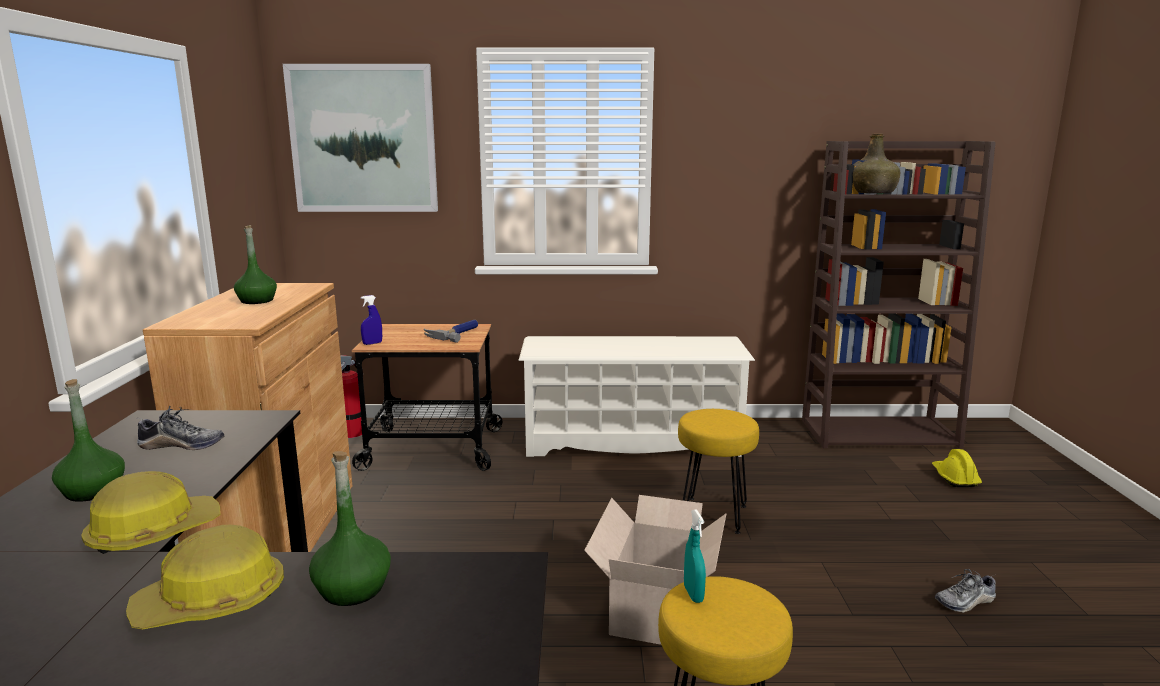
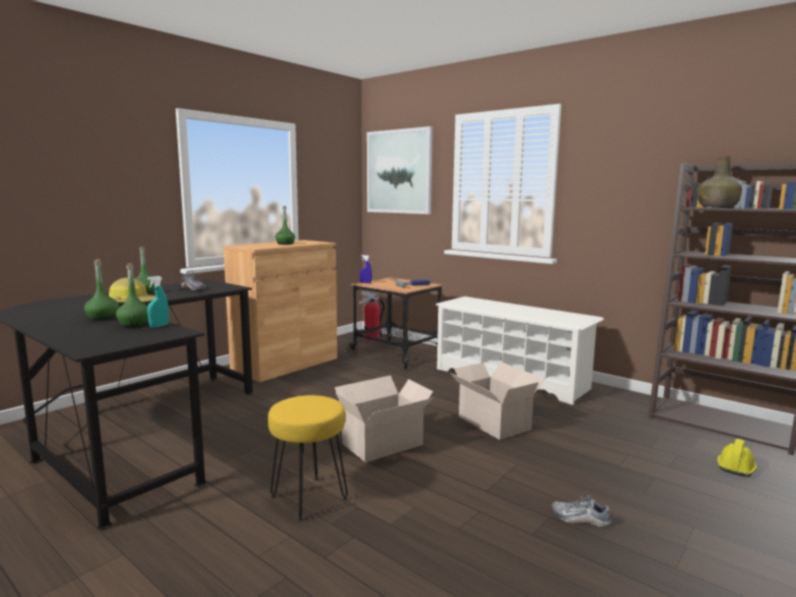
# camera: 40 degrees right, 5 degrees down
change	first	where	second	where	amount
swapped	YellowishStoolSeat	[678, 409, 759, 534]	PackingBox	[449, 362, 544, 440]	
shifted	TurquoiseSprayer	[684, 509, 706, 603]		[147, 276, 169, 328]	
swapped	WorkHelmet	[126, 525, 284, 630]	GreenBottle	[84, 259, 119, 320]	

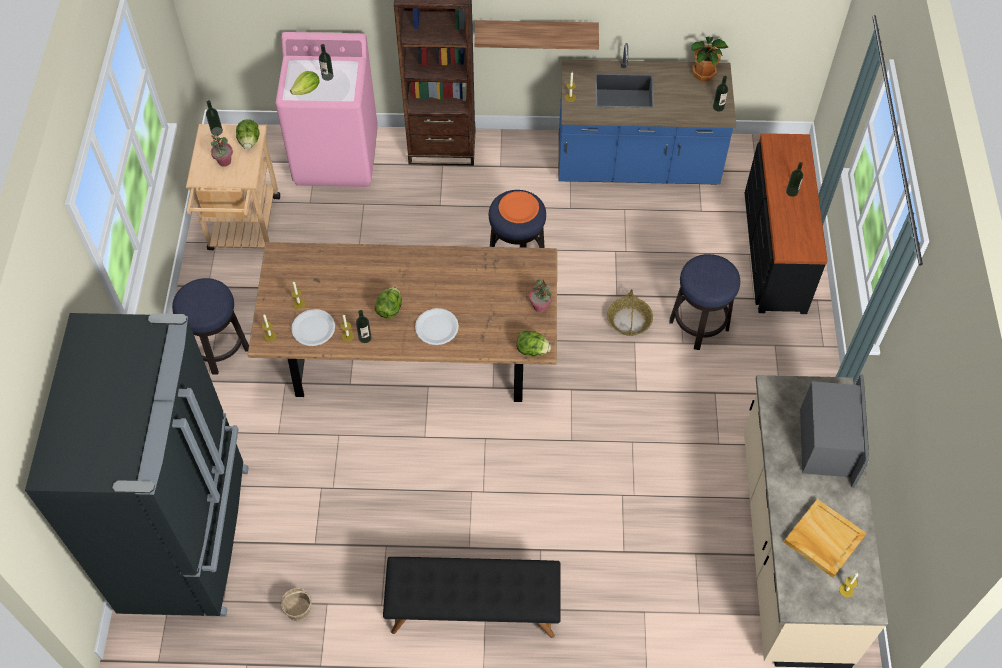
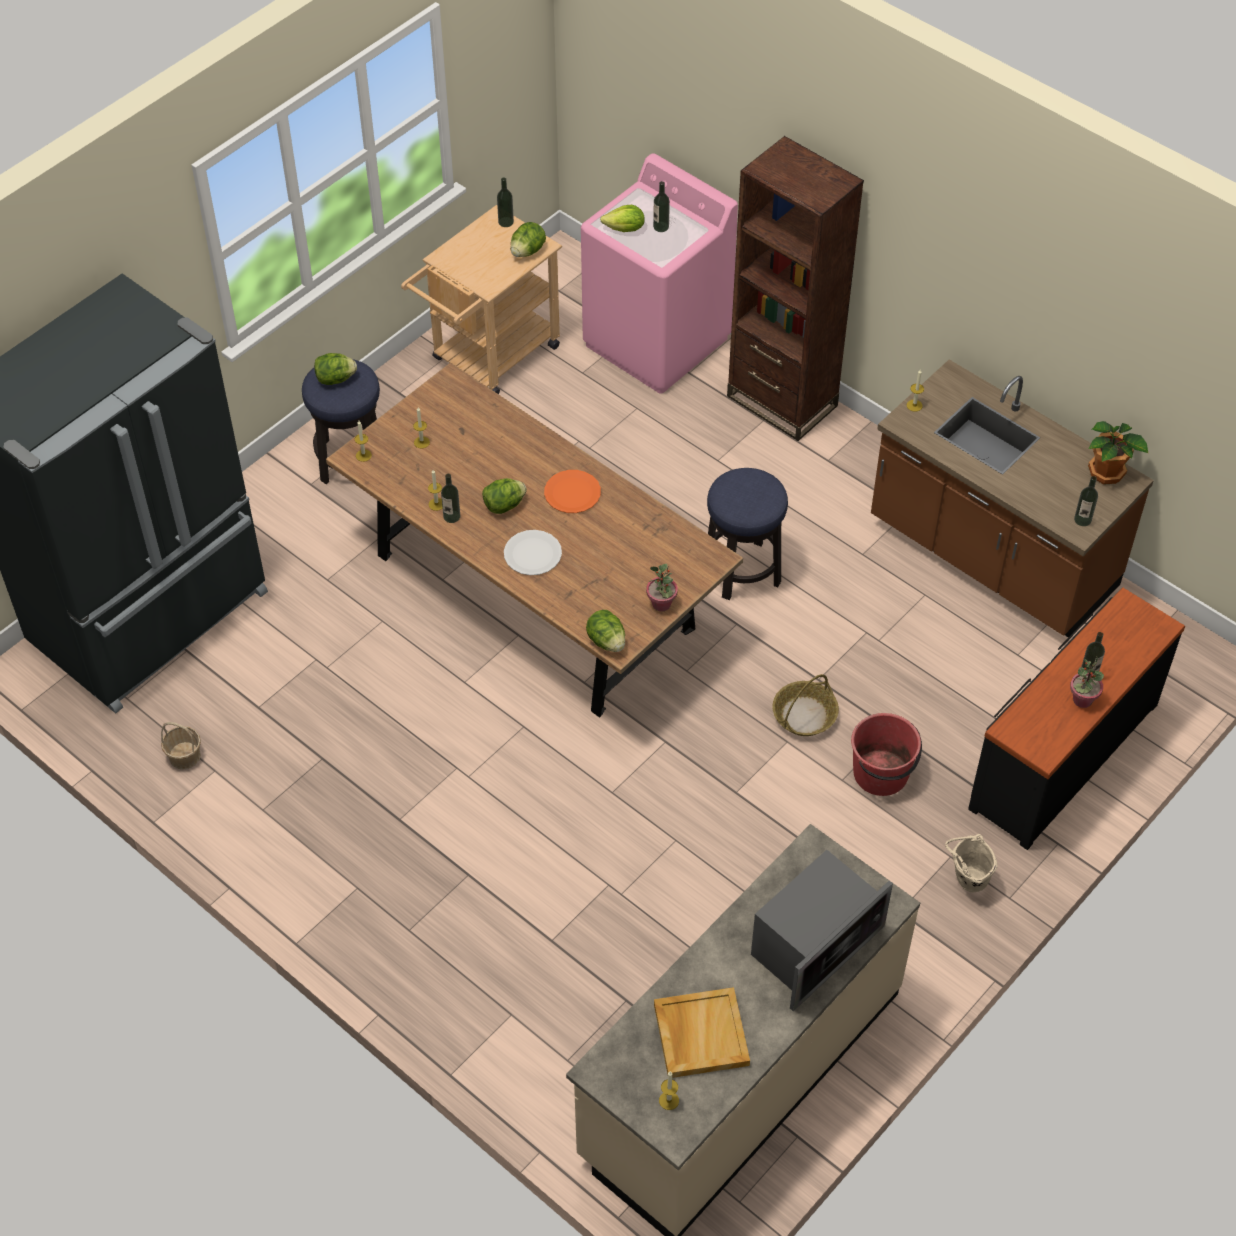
# camera: 40 degrees right, 5 degrees down
change	first	where	second	where	amount
gone	WallShelf	[474, 20, 599, 50]			
repainted	BlueColouredCounter	[559, 43, 736, 184]	BrownishCounter	[871, 360, 1154, 637]	
shifted	PlantInAPot	[211, 130, 233, 167]		[1070, 657, 1104, 708]	
shifted	OrangeColouredDinnerPlate	[499, 191, 539, 223]		[544, 470, 601, 513]	
swapped	StoolSeat	[669, 254, 740, 350]	ReddishBucket	[851, 713, 922, 796]	
gone	WhiteDinnerPlate	[291, 309, 335, 346]			
gone	BlackLongSeat	[383, 557, 561, 638]			
new			LettuceHead	[314, 353, 357, 385]	
new			BeigeBucket	[945, 834, 997, 893]	

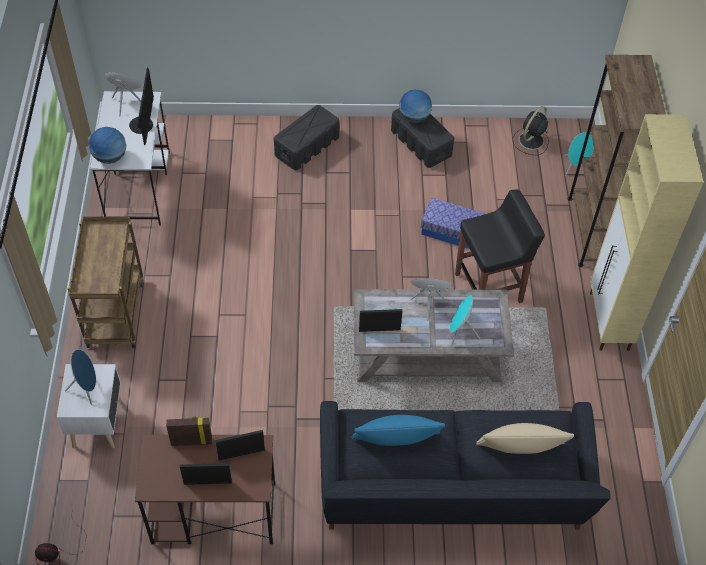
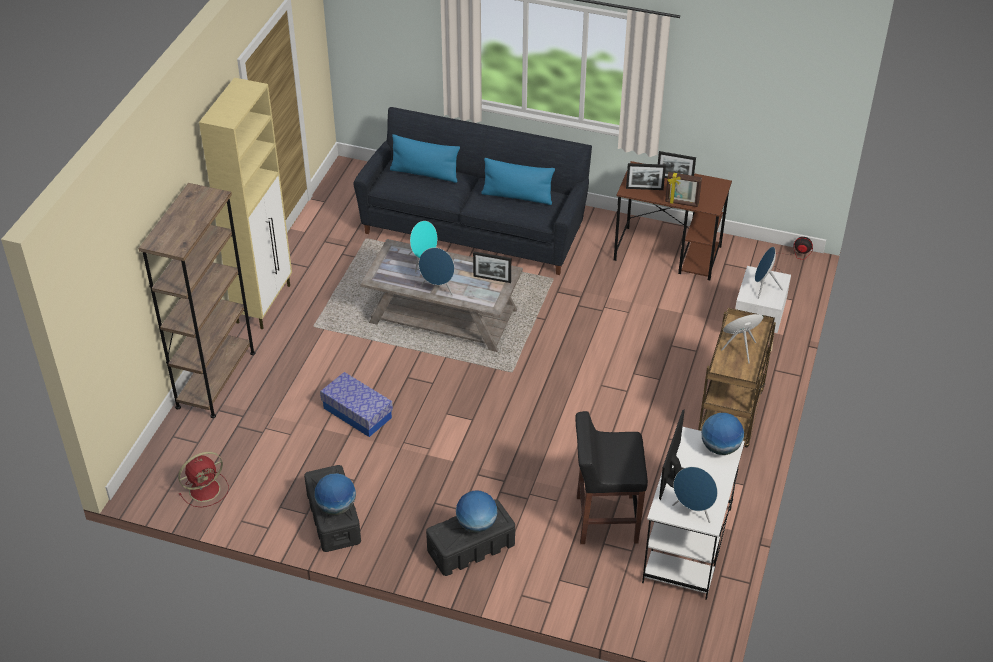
# camera: 160 degrees left, 10 degrees down
change	first	where	second	where	amount
repainted	BlackCoolingFan	[513, 106, 549, 155]	ReddishCoolingFan	[178, 452, 229, 508]	
shifted	TurquoiseSpeaker	[563, 132, 594, 176]		[721, 314, 764, 363]	
shifted	BlackStoolSeat	[455, 189, 545, 303]		[575, 411, 648, 544]	
repainted	BeigeCushion	[476, 423, 574, 454]	BlueColouredCushion	[390, 134, 460, 183]	
new			Globe	[456, 490, 498, 533]	

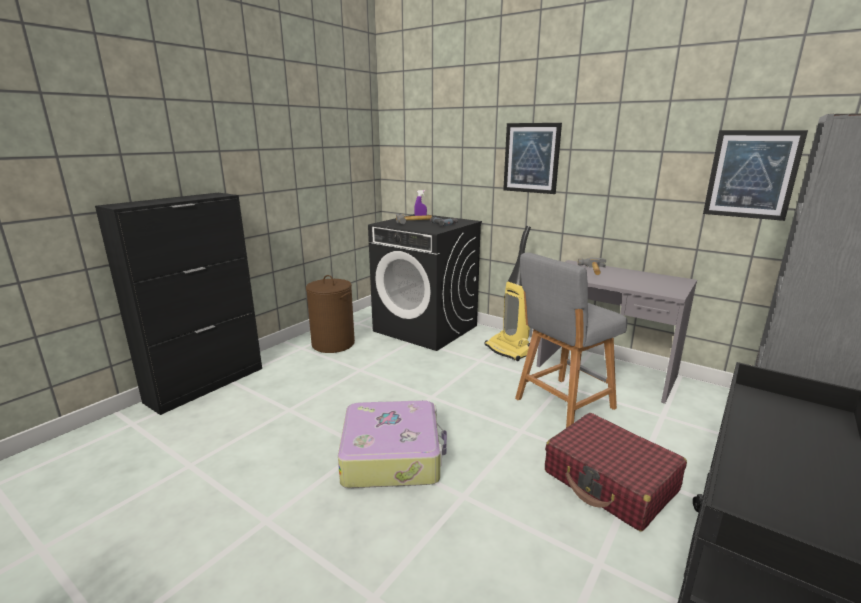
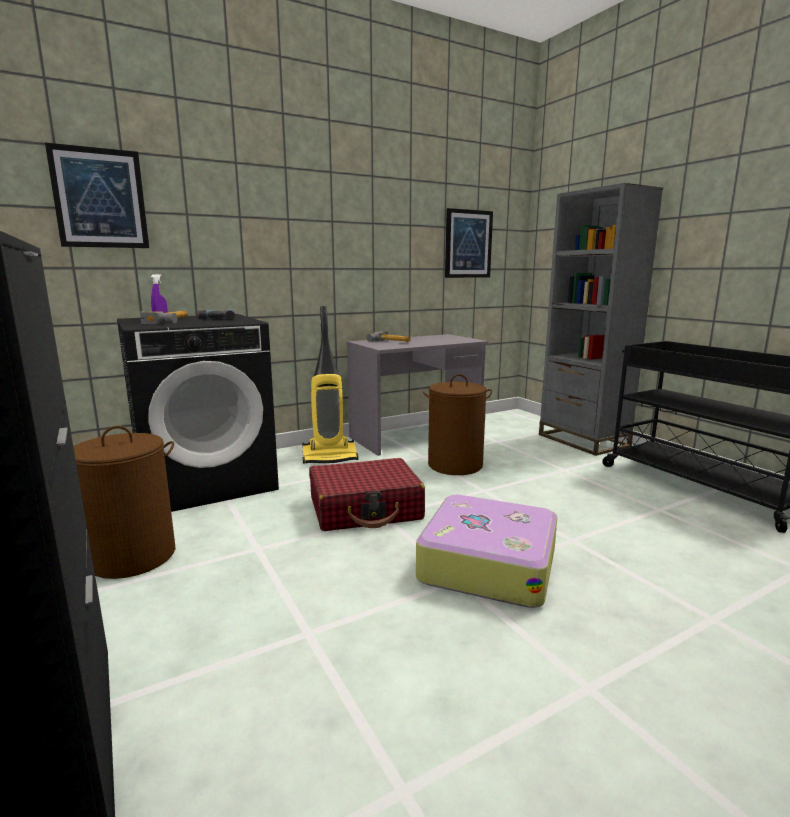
# camera: 65 degrees left, 5 degrees down
change	first	where	second	where	amount
shifted	Picture	[503, 123, 562, 194]		[45, 143, 149, 248]	
swapped	GreyStoolSeat	[515, 252, 628, 428]	BrownishHamper	[423, 374, 492, 475]	
shifted	ReddishTravelCase	[545, 413, 687, 531]		[309, 458, 425, 531]	

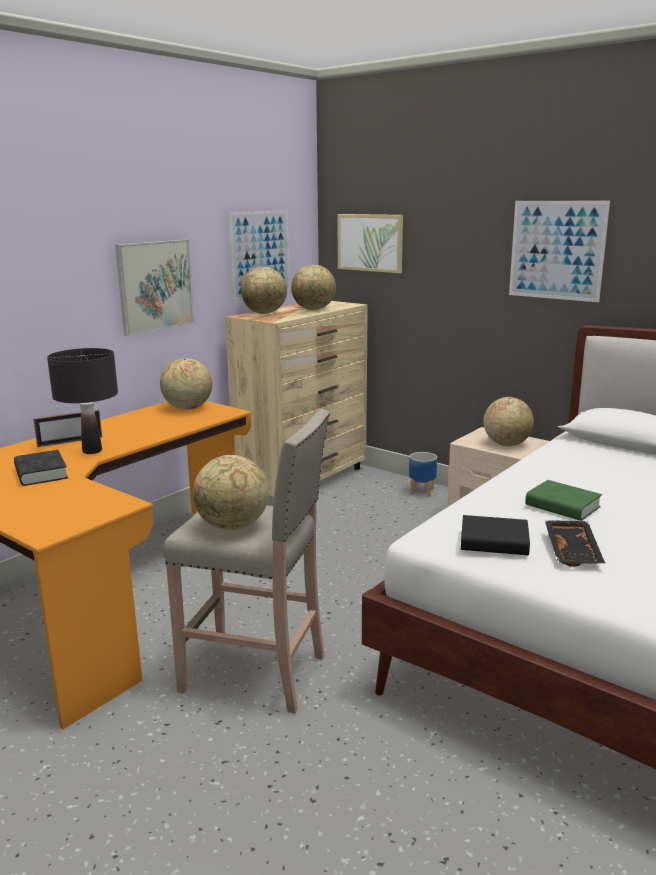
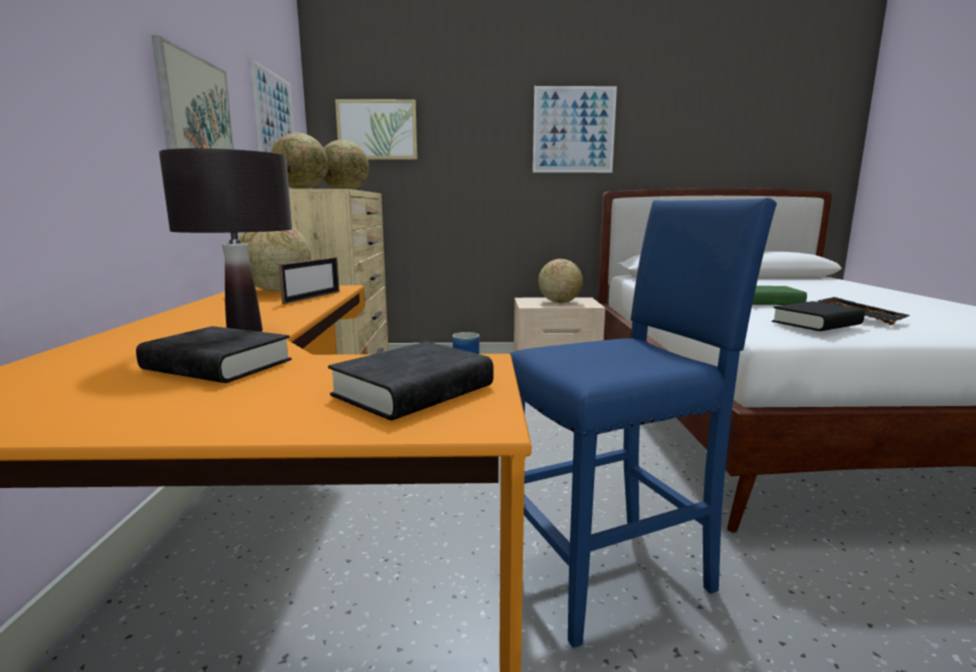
# camera: 40 degrees left, 5 degrees down
change	first	where	second	where	amount
repainted	BeigeStoolSeat	[162, 409, 330, 714]	BlueColouredStoolSeat	[509, 198, 777, 648]	
shifted	PictureFrame	[33, 410, 102, 447]		[278, 257, 339, 304]	
gone	Globe	[193, 455, 269, 530]			
new			BlackVolume	[328, 341, 494, 420]	

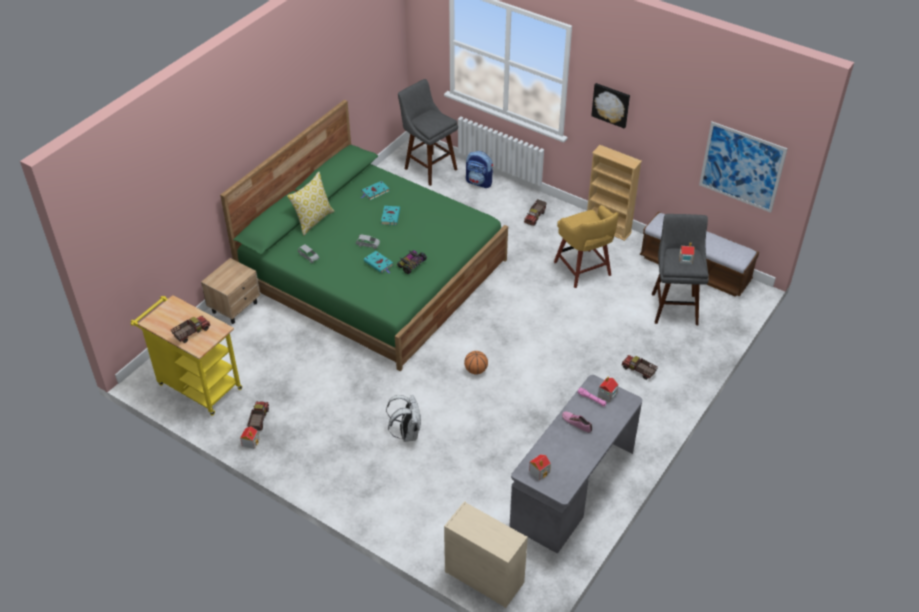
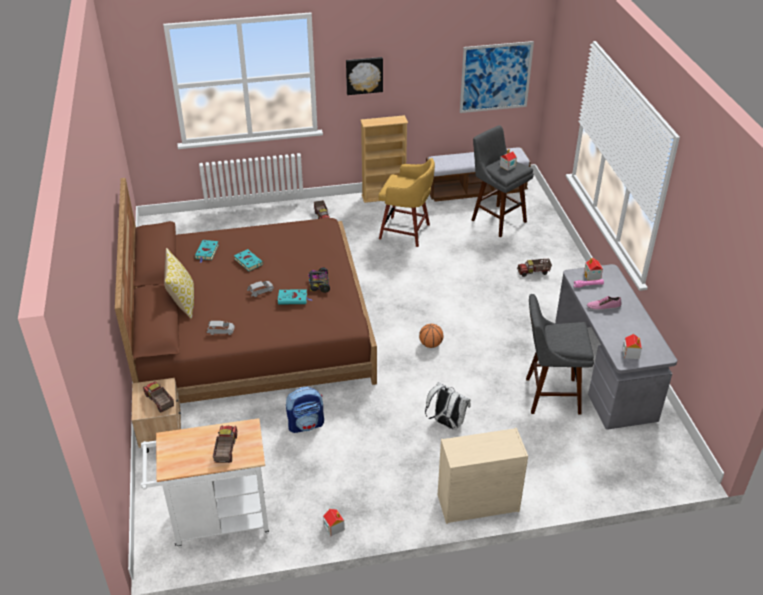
# camera: 45 degrees left, 5 degrees down
change	first	where	second	where	amount
shifted	GreyStoolSeat	[398, 79, 458, 186]		[526, 294, 594, 415]	
repainted	GreenBedroomBed	[220, 100, 508, 371]	BrownishBedroomBed	[115, 178, 377, 403]	
shifted	Knapsack	[466, 151, 493, 188]		[286, 387, 324, 433]	
repainted	YellowishWheeledCart	[131, 295, 242, 416]	WhiteWheeledCart	[140, 418, 269, 548]	
shifted	ToyLorry	[247, 401, 269, 431]		[143, 381, 174, 413]	
shifted	BeigeDresser	[444, 501, 528, 608]		[438, 428, 528, 524]	

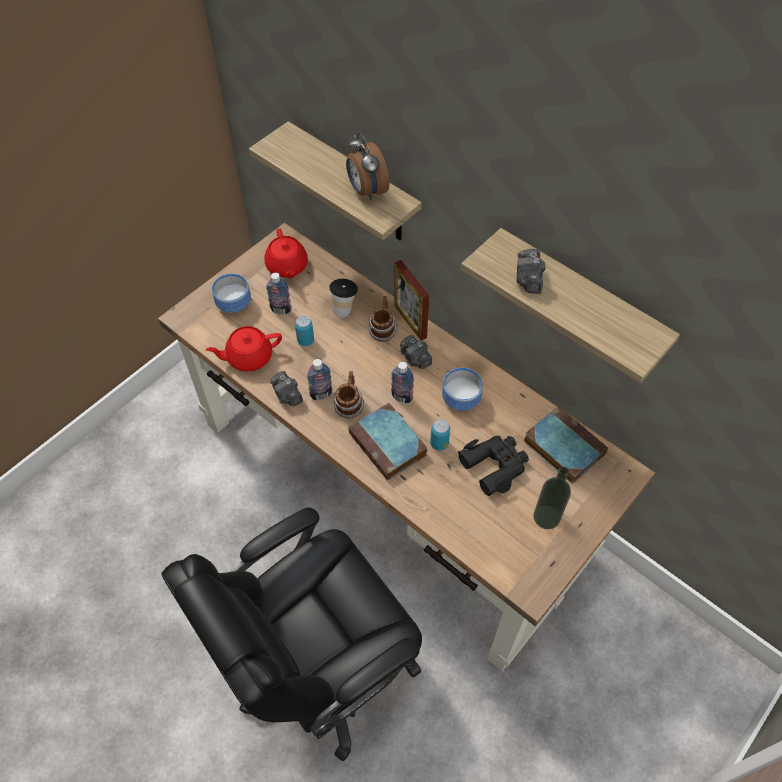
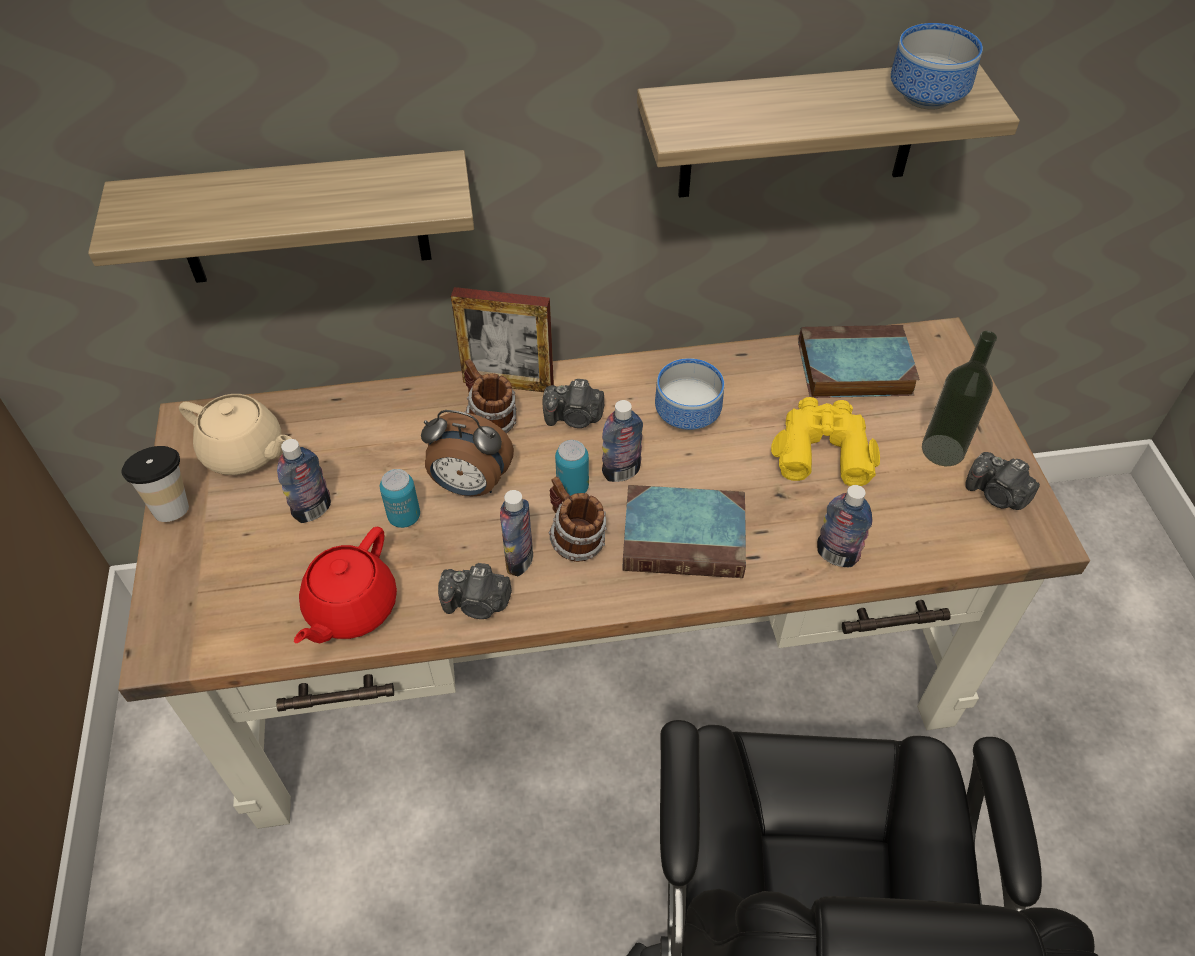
# camera: 50 degrees left, 5 degrees down
change	first	where	second	where	amount
shifted	BedsideClock	[346, 133, 390, 200]		[421, 410, 514, 496]	
repainted	ReddishTeapot	[264, 229, 308, 278]	BeigeTeapot	[179, 394, 292, 475]	
shifted	PhotoCamera	[517, 249, 546, 294]		[965, 452, 1040, 510]	
shifted	DeepDish	[212, 273, 251, 313]		[891, 23, 983, 110]	
shifted	SmallCup	[330, 279, 358, 317]		[122, 446, 189, 522]	
shifted	Can	[430, 419, 450, 450]		[555, 440, 589, 496]	
repainted	BlackPairOfBinoculars	[458, 436, 529, 496]	YellowishPairOfBinoculars	[771, 397, 880, 486]	
new			Bottle	[817, 485, 872, 567]	

